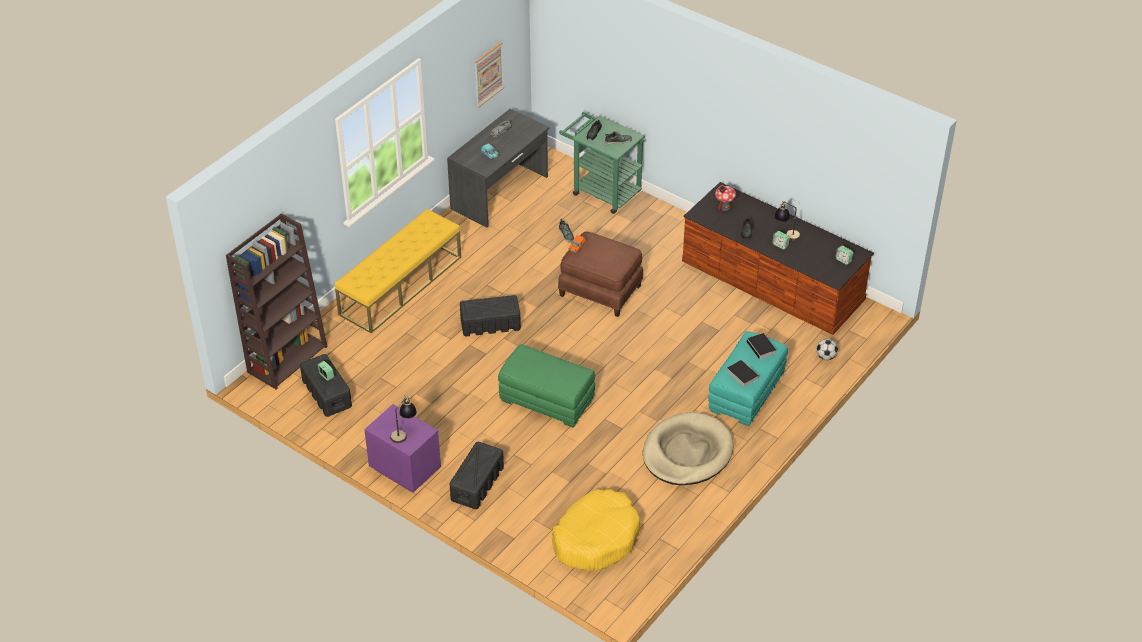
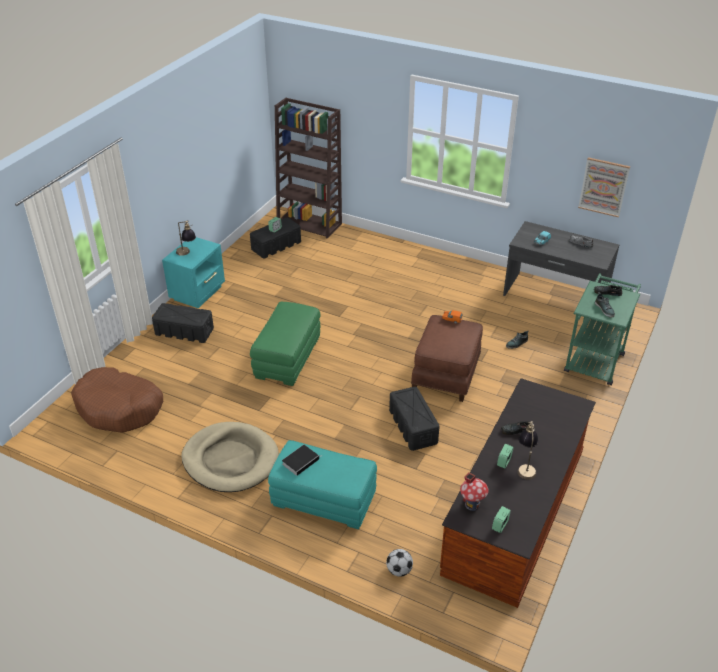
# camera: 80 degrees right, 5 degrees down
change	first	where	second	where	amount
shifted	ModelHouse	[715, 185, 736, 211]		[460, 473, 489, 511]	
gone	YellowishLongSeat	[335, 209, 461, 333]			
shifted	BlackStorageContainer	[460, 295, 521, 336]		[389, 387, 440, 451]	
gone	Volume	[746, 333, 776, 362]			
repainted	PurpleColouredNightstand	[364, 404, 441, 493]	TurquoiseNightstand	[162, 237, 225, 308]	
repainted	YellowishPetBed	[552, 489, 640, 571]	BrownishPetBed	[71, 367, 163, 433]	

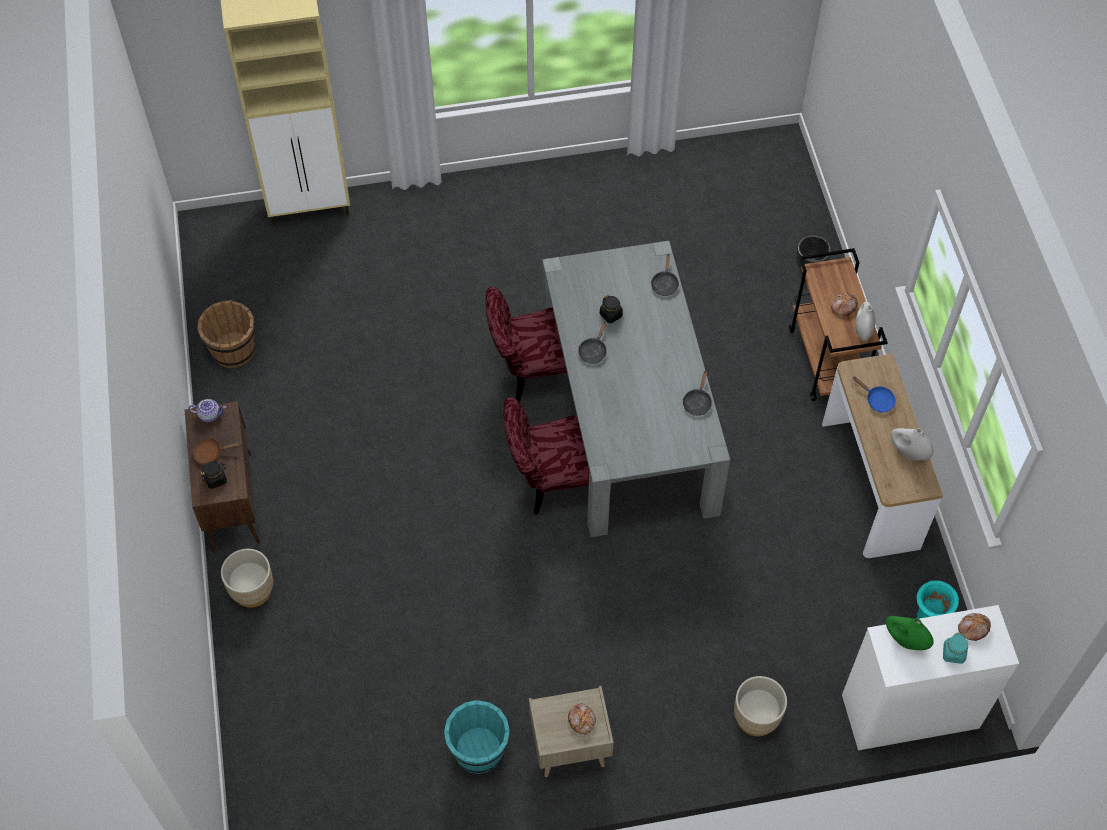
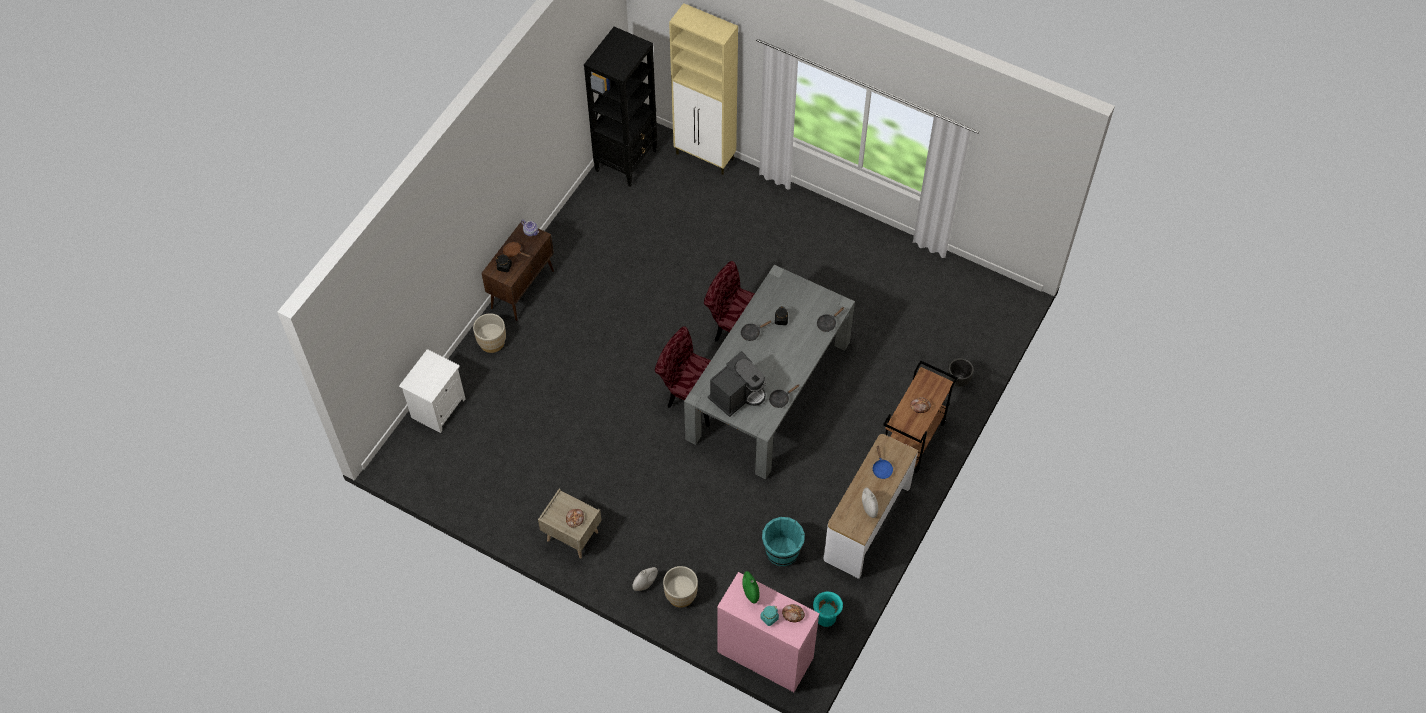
# camera: 40 degrees right, 0 degrees up
change	first	where	second	where	amount
gone	BrownishBucket	[197, 300, 255, 368]			
shifted	WhiteFlowerVase	[856, 301, 875, 342]		[632, 567, 658, 591]	
repainted	WhiteDresser	[842, 605, 1019, 750]	PinkColouredDresser	[717, 572, 820, 692]	
shifted	TurquoiseBucket	[444, 700, 510, 774]		[762, 517, 805, 566]	
new			BlackBookcase	[584, 27, 658, 186]	
new			WhiteNightstand	[399, 349, 465, 433]	
new			CoffeeMaker	[708, 351, 766, 417]	

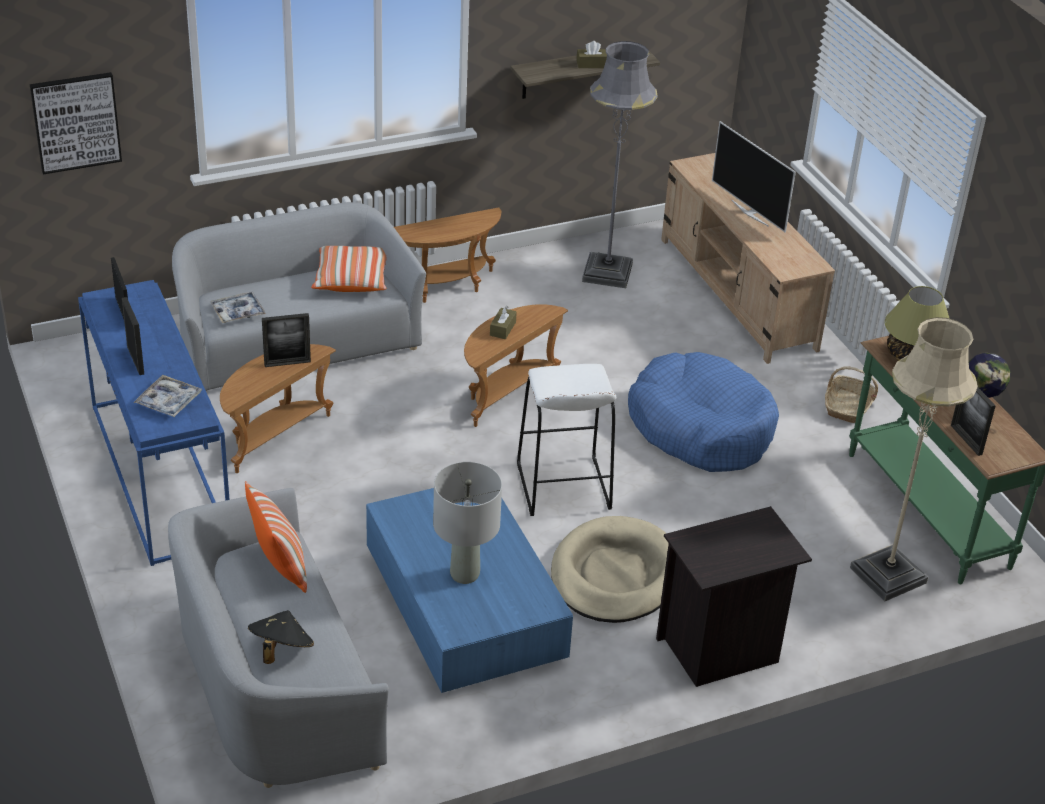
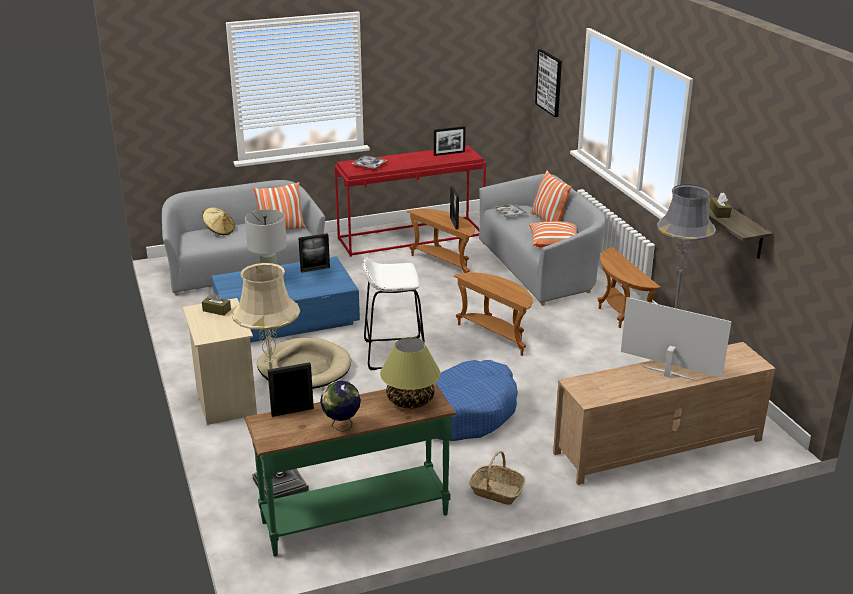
# camera: 95 degrees right, 10 degrees down
change	first	where	second	where	amount
rotated	Television	[712, 121, 796, 232]		[621, 297, 732, 381]	60 degrees clockwise
repainted	BlueColouredConsoleTable	[78, 280, 230, 566]	ReddishConsoleTable	[334, 145, 486, 257]	
shifted	PictureFrame	[122, 297, 144, 375]		[298, 233, 330, 273]	
shifted	BrownishTissueHolder	[490, 306, 517, 339]		[202, 292, 231, 316]	
repainted	BlackNightstand	[656, 506, 812, 687]	BeigeNightstand	[183, 298, 257, 425]	
repainted	BlackHat	[248, 610, 314, 664]	BeigeHat	[202, 207, 235, 235]	
new			Cushion	[531, 170, 572, 222]	

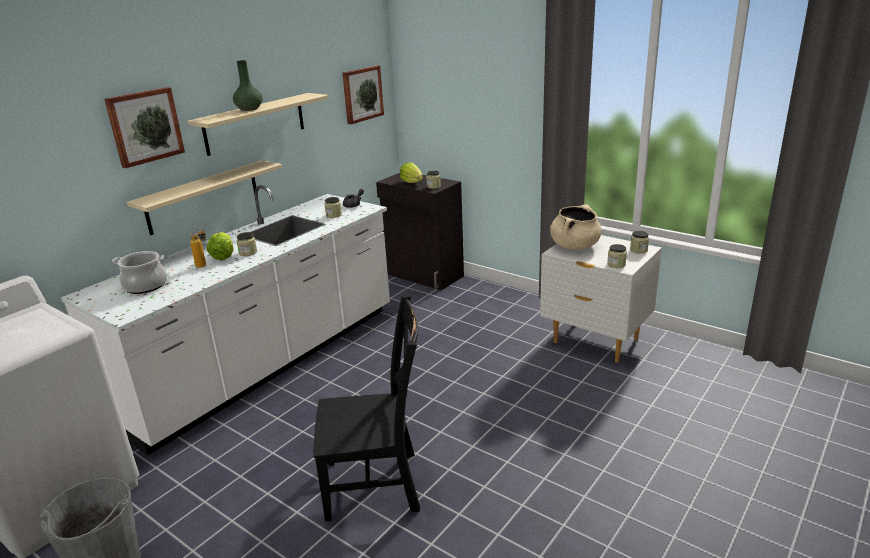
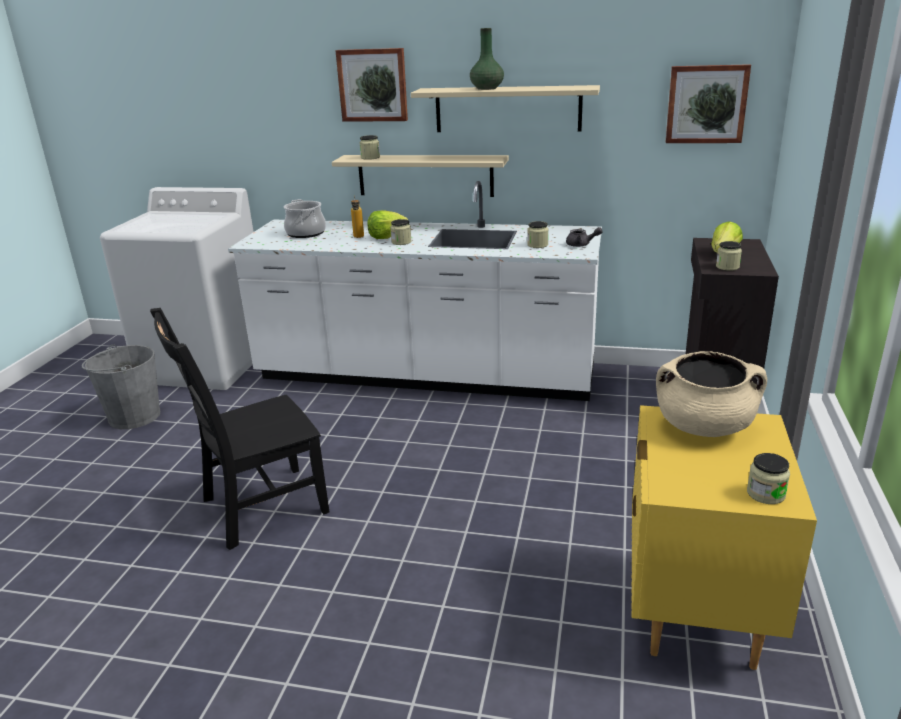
# camera: 65 degrees right, 0 degrees up
change	first	where	second	where	amount
repainted	WhiteNightstand	[540, 235, 662, 363]	YellowishNightstand	[631, 405, 817, 670]	
shifted	StorageJar	[607, 244, 627, 268]		[360, 135, 380, 160]	
rotated	BlackUprightChair	[313, 294, 420, 522]		[150, 308, 330, 550]	90 degrees clockwise

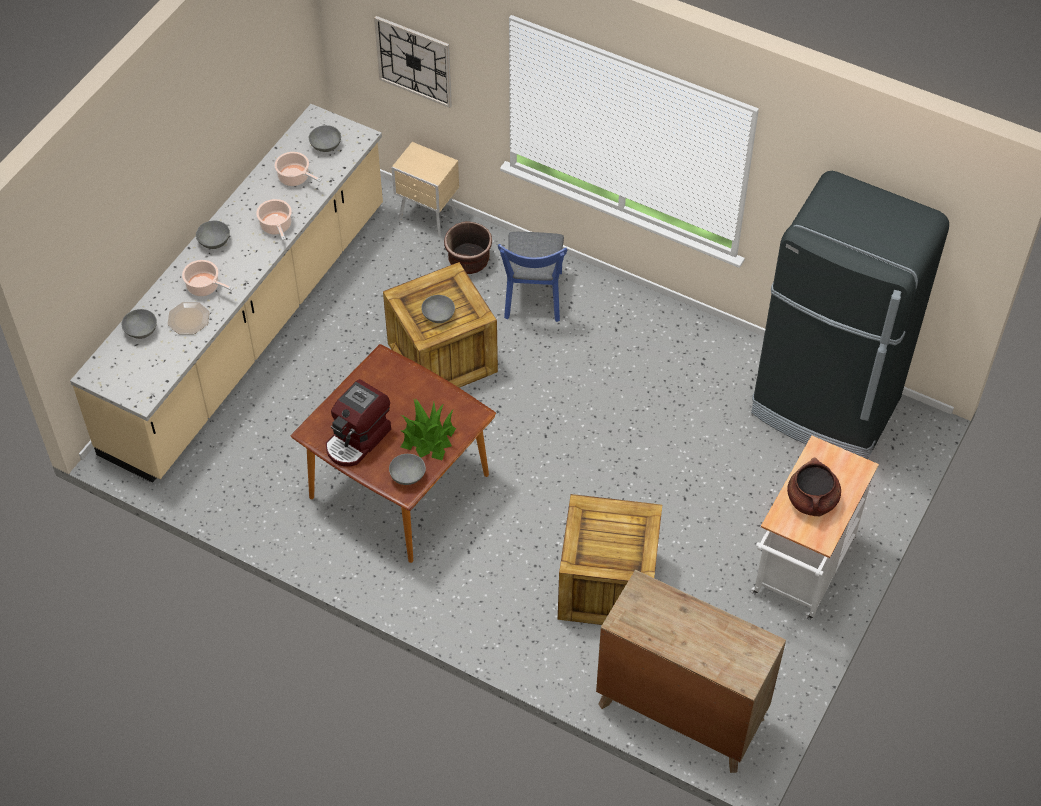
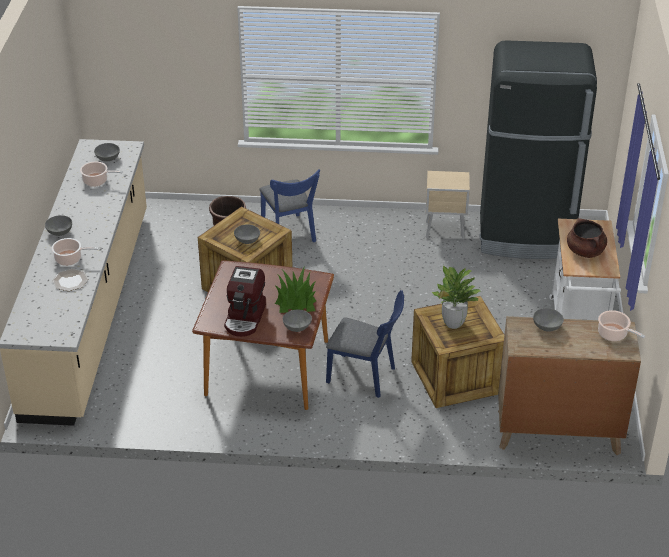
# camera: 25 degrees left, 15 degrees down
change	first	where	second	where	amount
gone	WallClock	[374, 16, 452, 108]			
shifted	BeigeNightstand	[391, 142, 459, 237]		[426, 171, 470, 240]	
shifted	Stockpot	[256, 199, 292, 241]		[598, 310, 645, 341]	
shifted	GreyDeepDish	[122, 309, 157, 339]		[533, 308, 564, 332]	
new			PlantInAPot	[432, 265, 480, 329]	
new			BlueColouredUprightChair	[326, 290, 404, 398]	

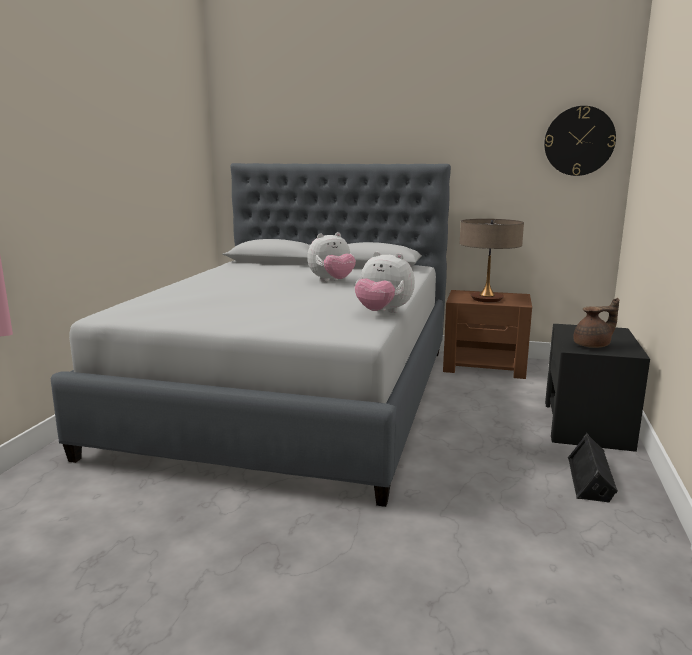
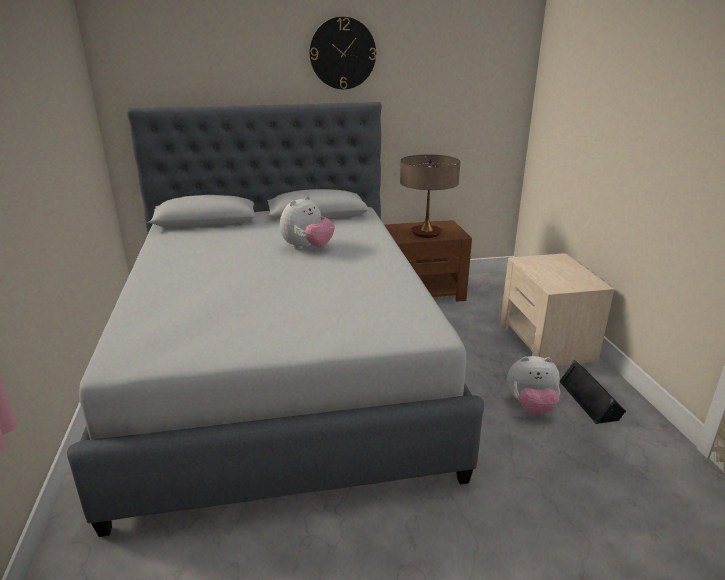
# camera: 25 degrees left, 10 degrees up
change	first	where	second	where	amount
shifted	WallClock	[544, 106, 616, 176]		[310, 17, 376, 89]	
shifted	SoftToy	[354, 251, 415, 313]		[507, 356, 560, 415]	
gone	BrownishTeapot	[573, 298, 619, 348]			
repainted	BlackNightstand	[545, 324, 650, 452]	BeigeNightstand	[500, 253, 614, 366]	

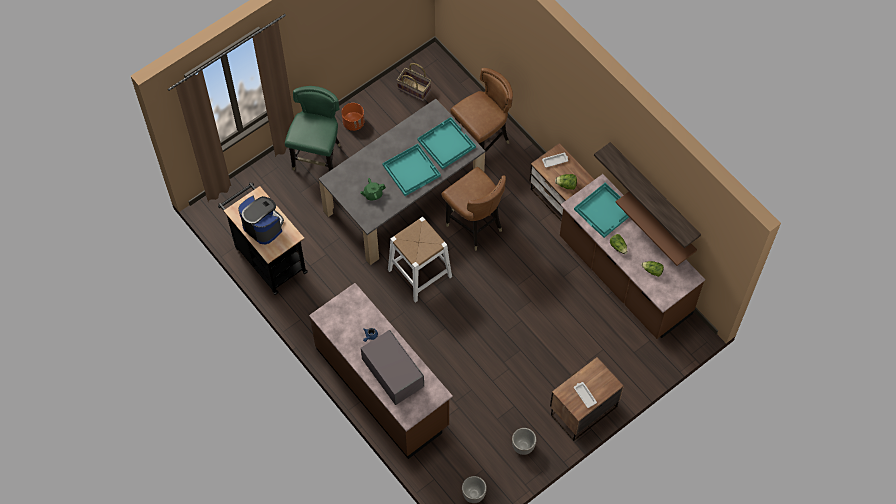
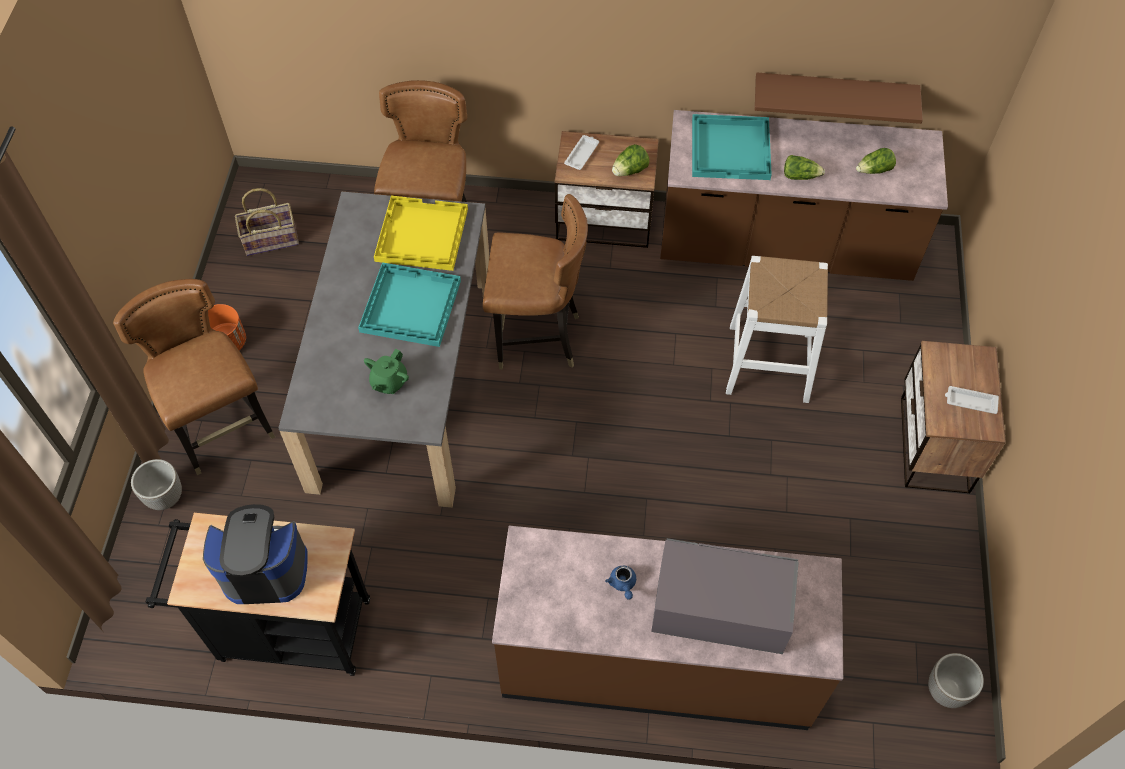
# camera: 45 degrees left, 5 degrees down
change	first	where	second	where	amount
repainted	GreenUprightChair	[285, 86, 341, 171]	BrownishUprightChair	[113, 279, 275, 475]	
repainted	TurquoiseServingTray	[417, 117, 476, 170]	YellowishServingTray	[374, 196, 468, 271]	
gone	WallShelf	[594, 142, 701, 248]			
shifted	WhiteStoolSeat	[388, 217, 452, 303]		[726, 256, 828, 403]	
shifted	Planter	[512, 428, 536, 455]		[131, 459, 182, 510]	

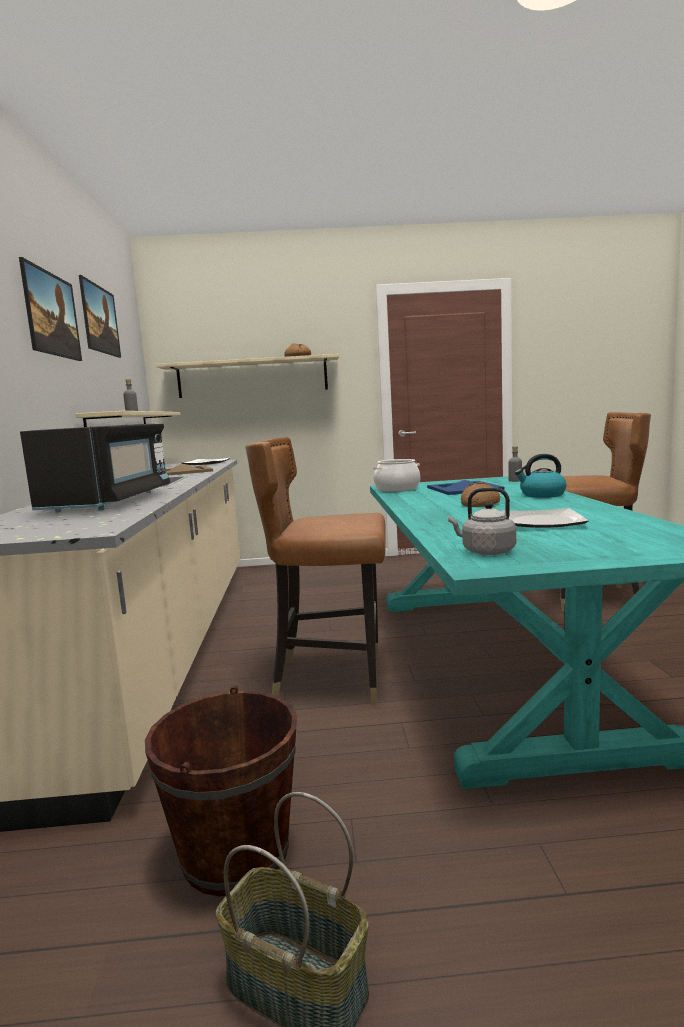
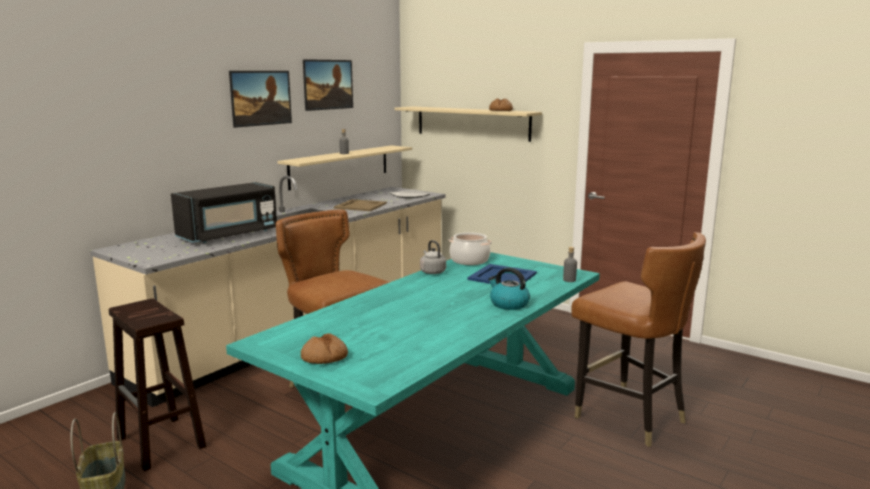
# camera: 40 degrees right, 5 degrees up
change	first	where	second	where	amount
shifted	BakedBread	[461, 482, 500, 507]		[301, 333, 348, 364]	
shifted	GreyKettle	[448, 487, 516, 555]		[420, 240, 446, 274]	
gone	DinnerPlate	[502, 508, 588, 528]			
swapped	BrownishBucket	[145, 686, 297, 897]	BrownishStoolSeat	[109, 298, 206, 471]	

